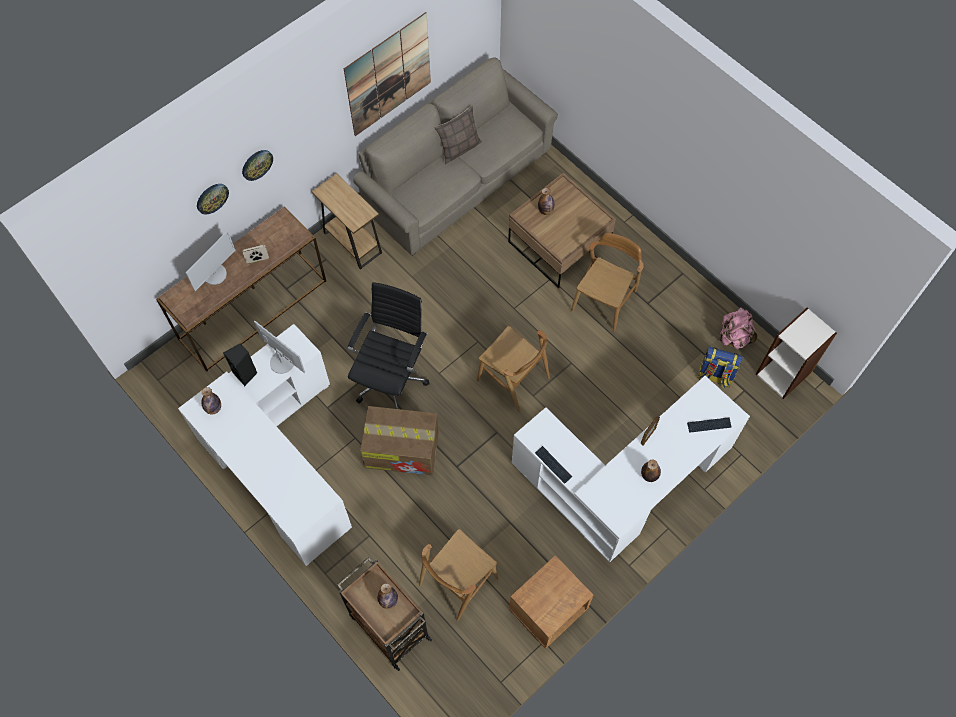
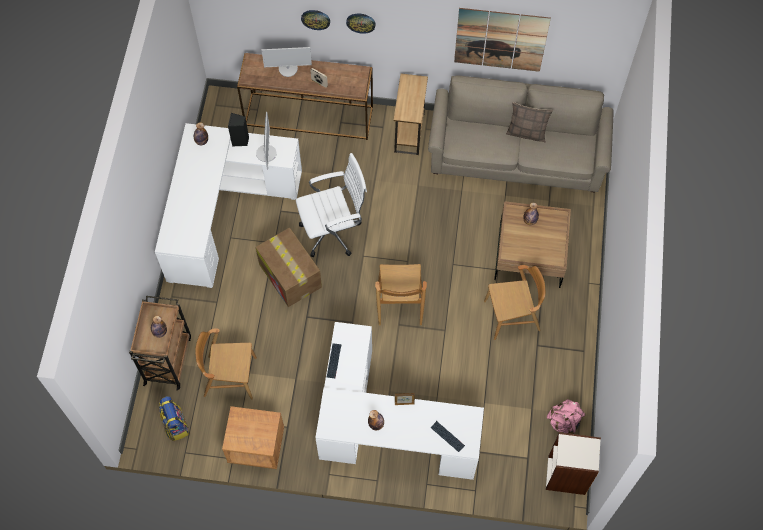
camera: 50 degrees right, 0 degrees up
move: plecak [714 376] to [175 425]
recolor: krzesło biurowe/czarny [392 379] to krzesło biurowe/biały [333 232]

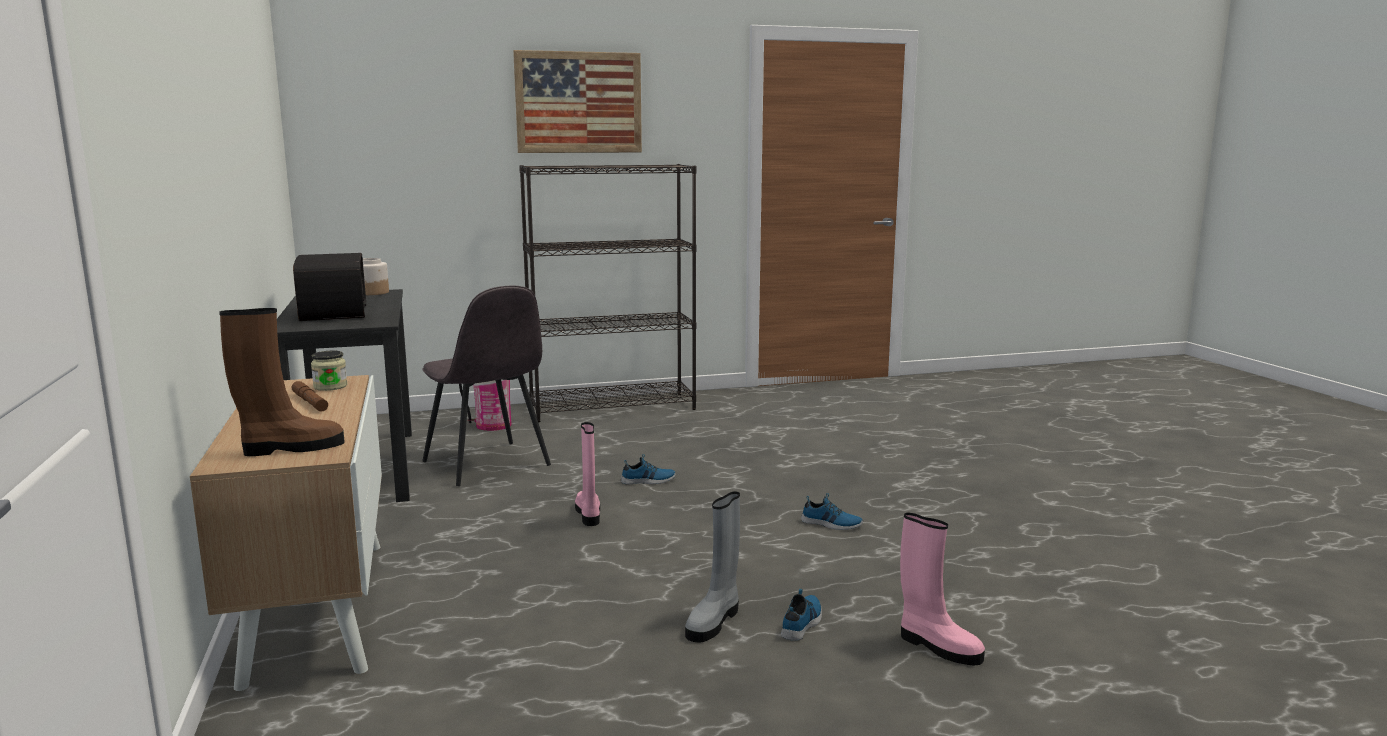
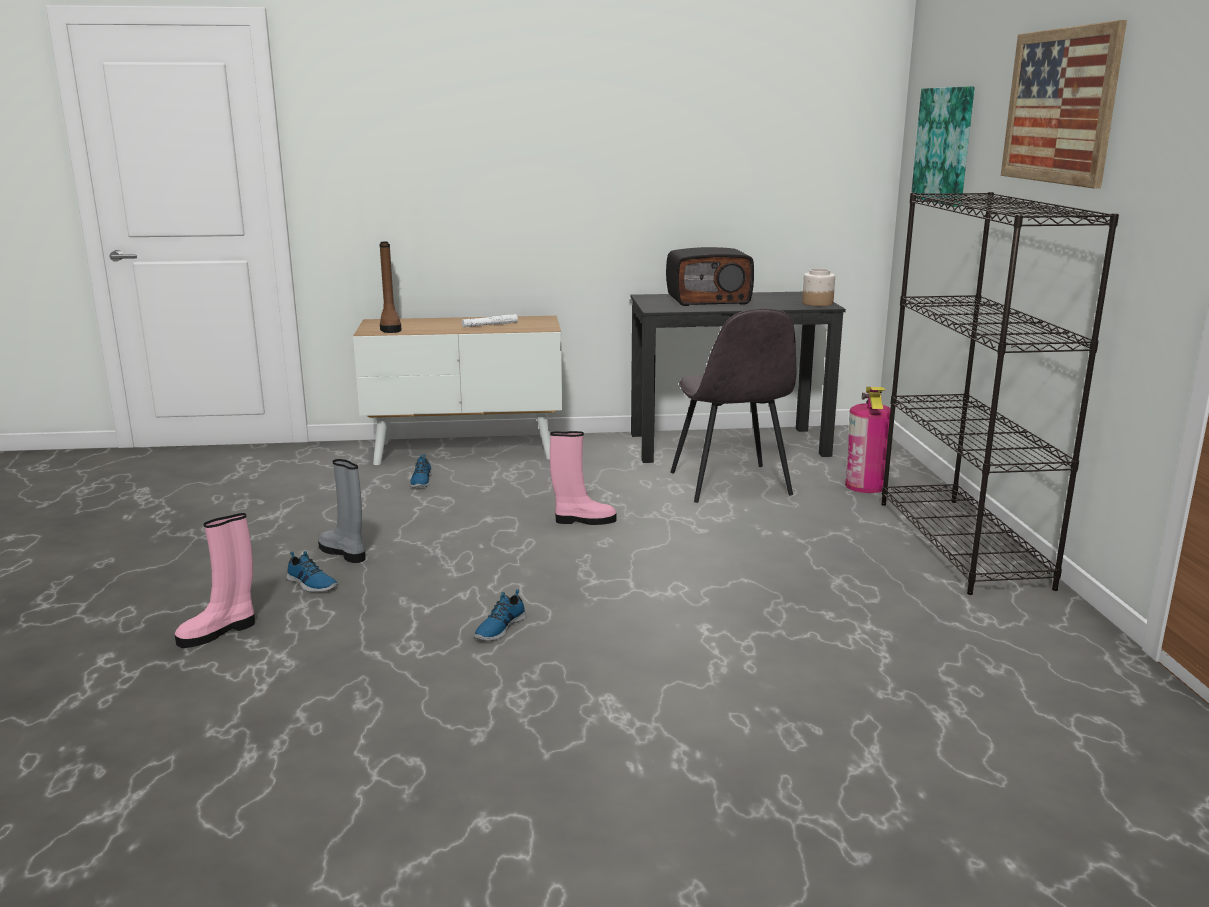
camera: 100 degrees right, 5 degrees up
delete: słoik [330 386]
insert: obraz [944 145]
move: but [648 481] to [421 481]
recolor: latarka/brązowy [310 402] to latarka/biały [490 325]
rotate: krzesło/szary [487 464] = [730 485] 75 degrees counterclockwise

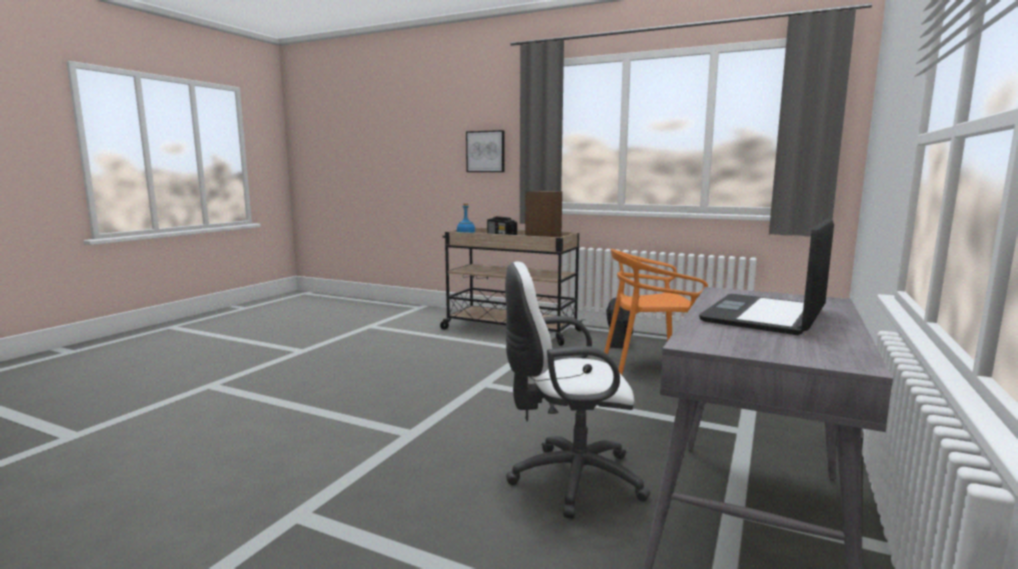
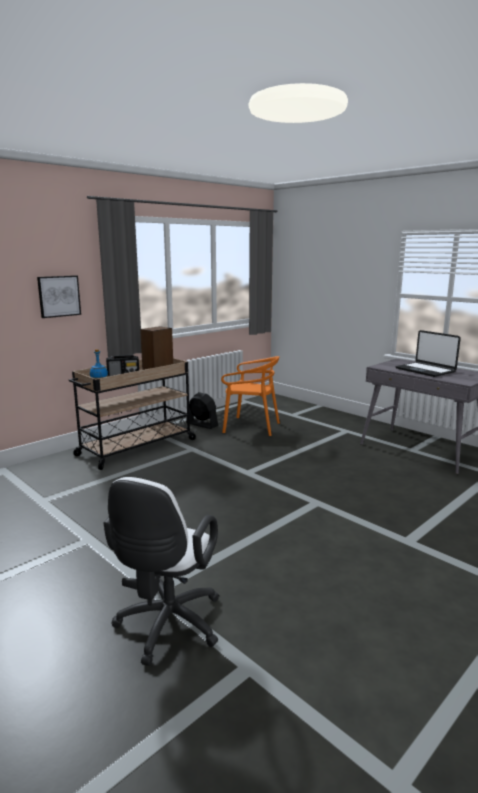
camera: 70 degrees left, 5 degrees up
move: krzesło biurowe/biały [569 479] to [166 627]
rotate: krzesło/pomarańczowy [649 365] = [251 427] 90 degrees counterclockwise

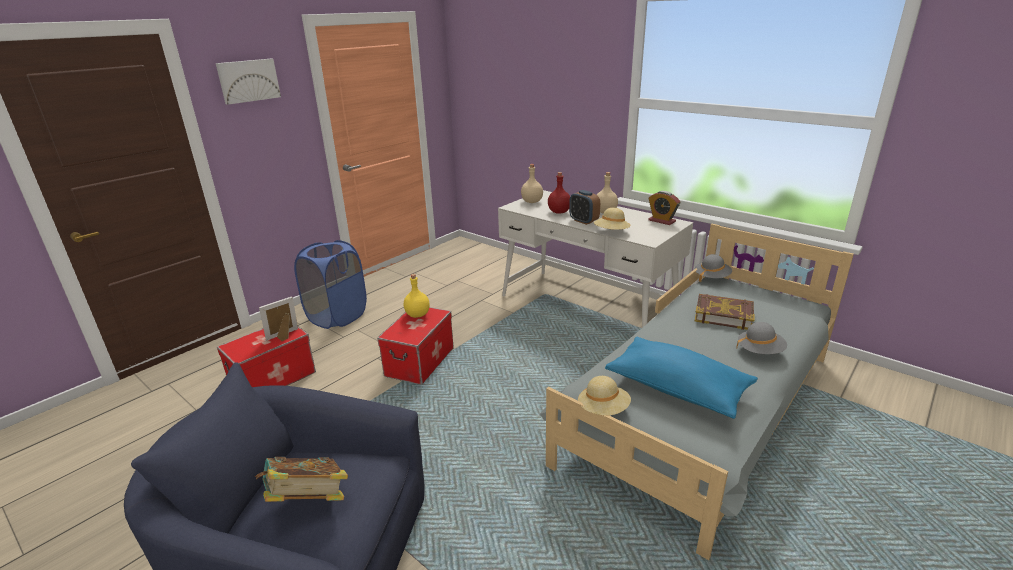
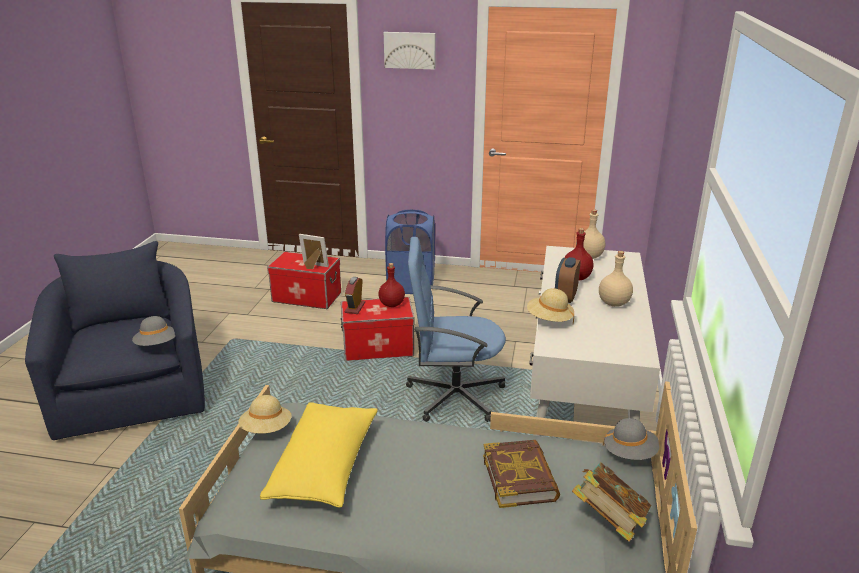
camera: 60 degrees right, 0 degrees up
insert: krzesło biurowe/niebieski [453 395]
move: kapelusz/szary [760 351] to [157 345]; budzik [662 221] to [355 307]; książka [307 501] to [608 521]
recolor: poduszka/niebieski [677 389] to poduszka/żółty [325 467]; butelka/żółty [417 314] to butelka/czerwony [392 304]

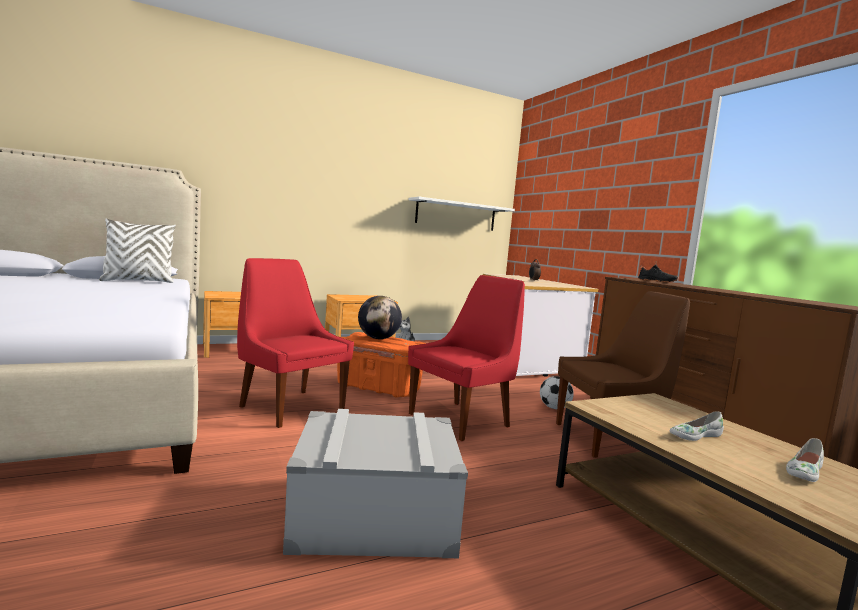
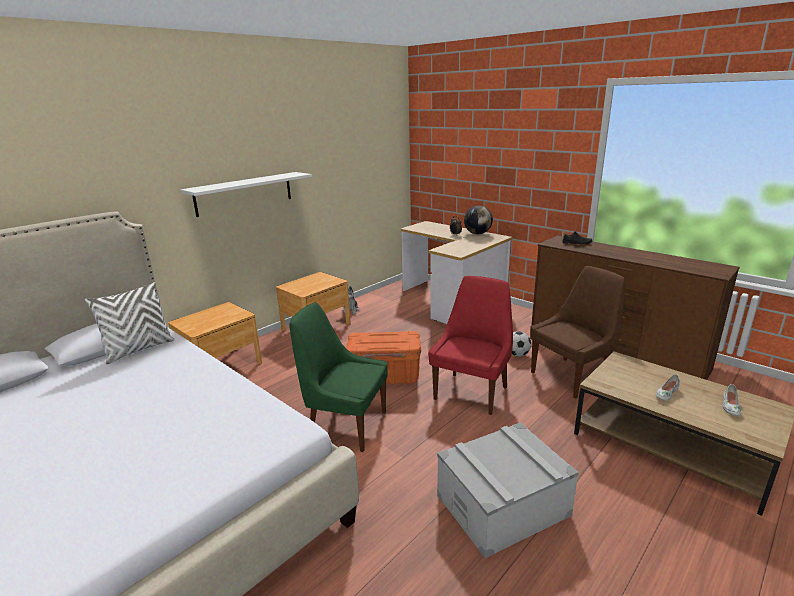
camera: 20 degrees left, 15 degrees up
move: półka/biały [456 215] to [244 193]; globus [378 338] to [477 233]
recolor: krzesło/czerwony [290 407] to krzesło/zielony [345 425]

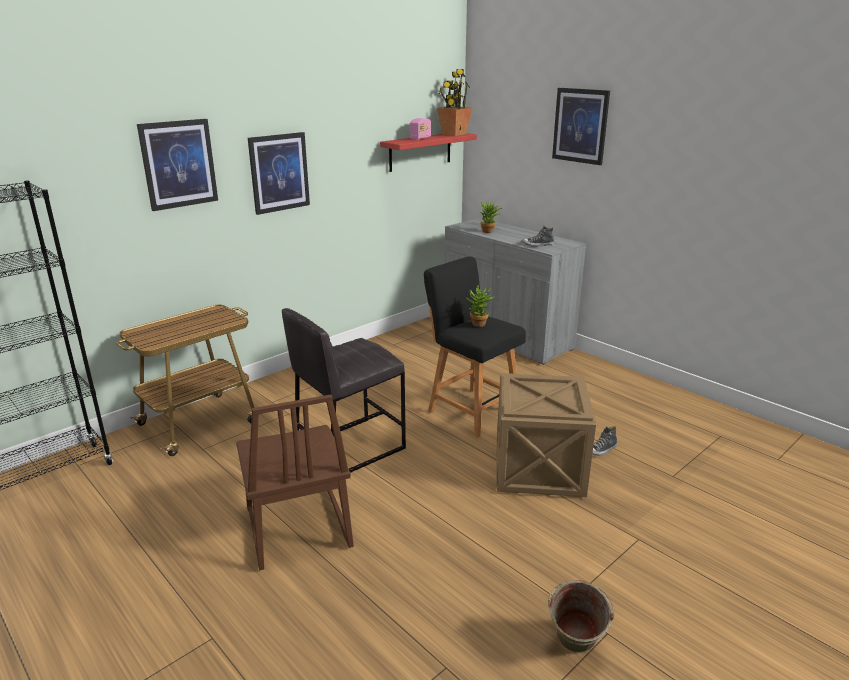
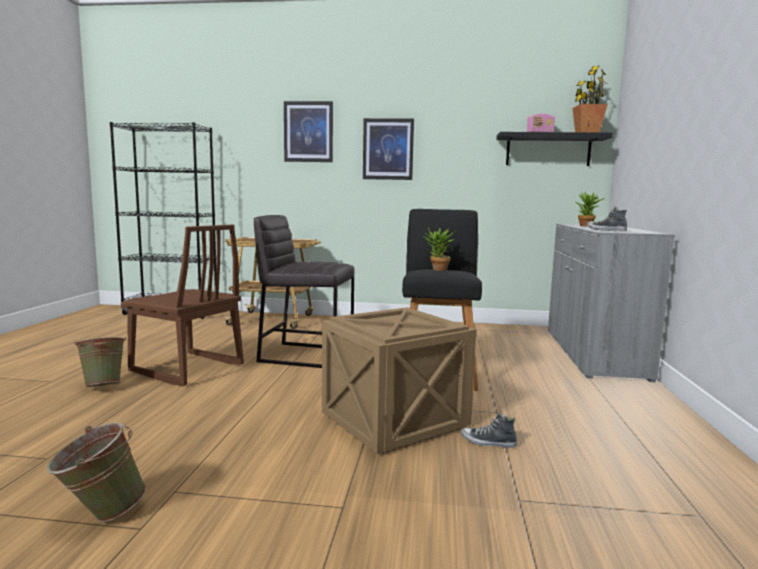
camera: 50 degrees right, 15 degrees down
delete: obraz [580 126]
insert: wiadro/zielony [104 385]
recolor: półka/czerwony [420 151] to półka/czarny [548 150]
rotate: krzesło/brązowy [297 529] = [186 369] 90 degrees counterclockwise

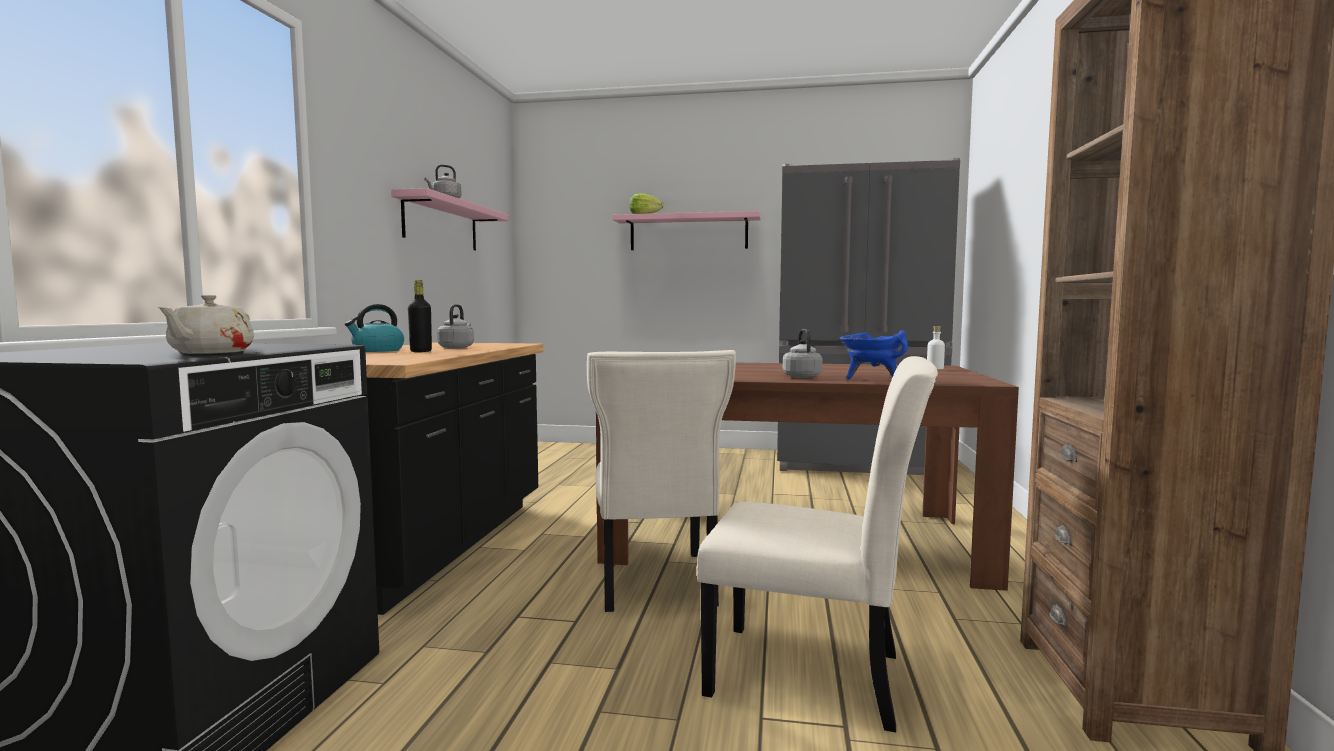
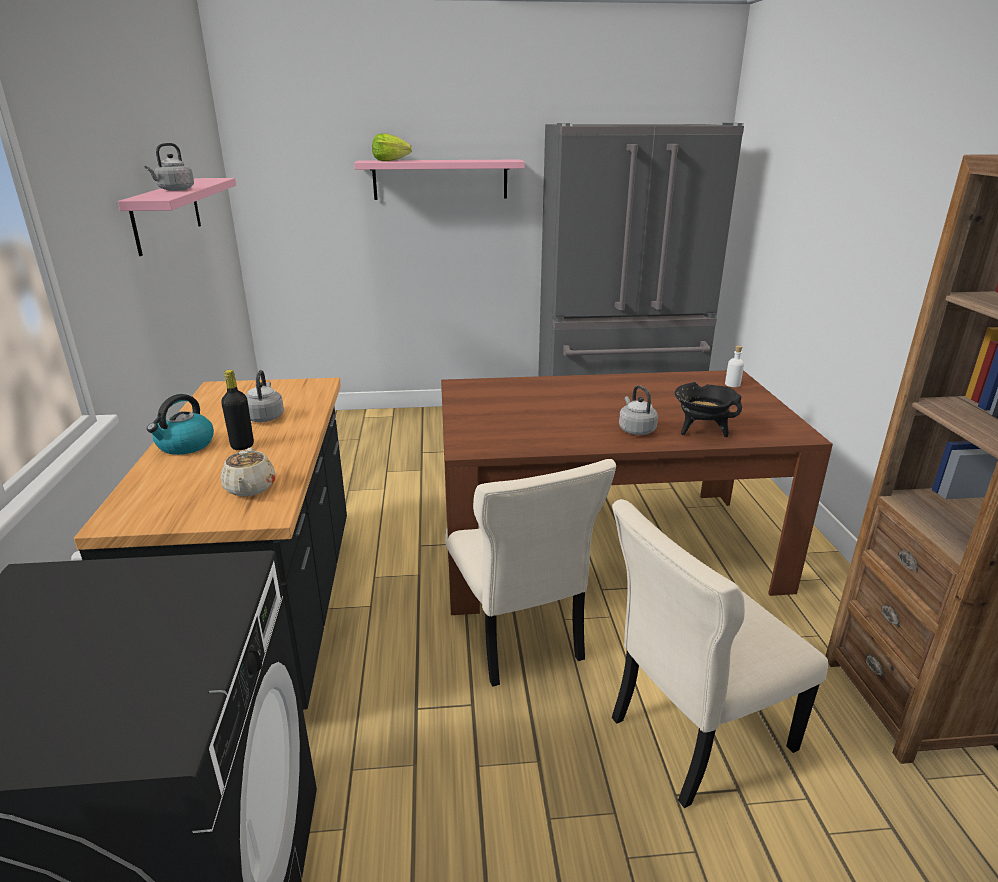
camera: 15 degrees left, 20 degrees up
move: imbryk/beżowy [210 353] to [250 488]
recolor: garnek/niebieski [872 379] to garnek/czarny [701 431]
rotate: krzesło/beżowy [814 676] = [695 735] 150 degrees clockwise

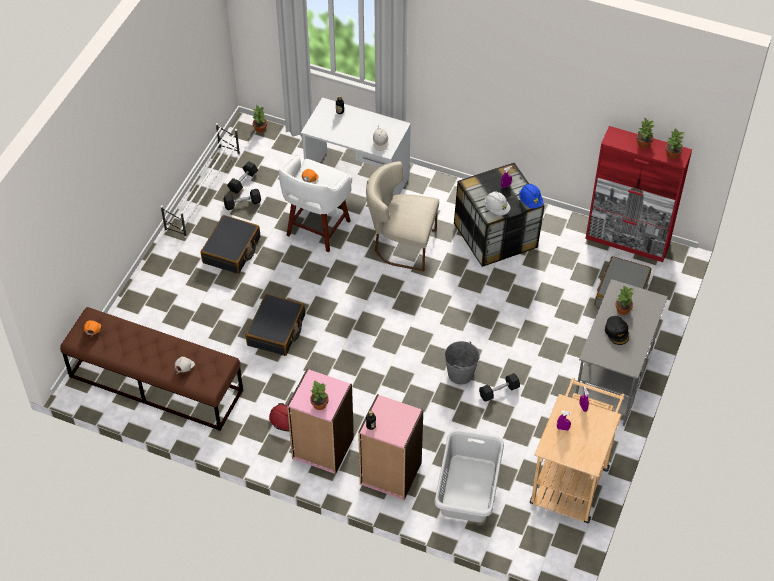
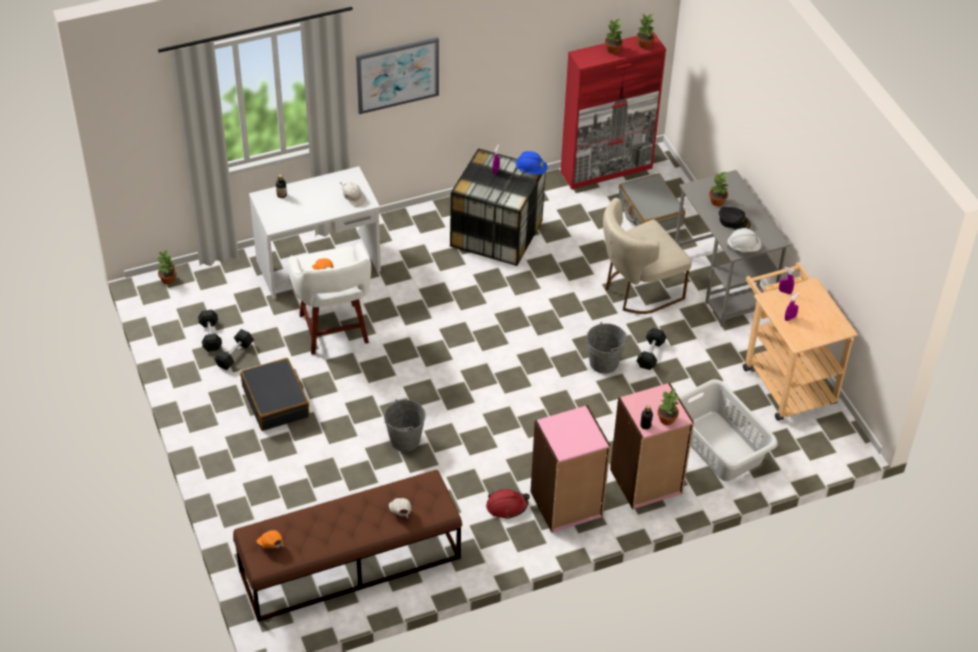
camera: 45 degrees left, 5 degrees down
delete: regał na buty/biały [203 191]
insert: obraz [397 75]
move: krzesło/beżowy [401 245] to [637 290]; roślina doniczkowa [319 404] to [666 419]; kask/biały [496 208] to [743 247]
replace: walizka/czarny [276 330] to wiadro/szary [405 440]

